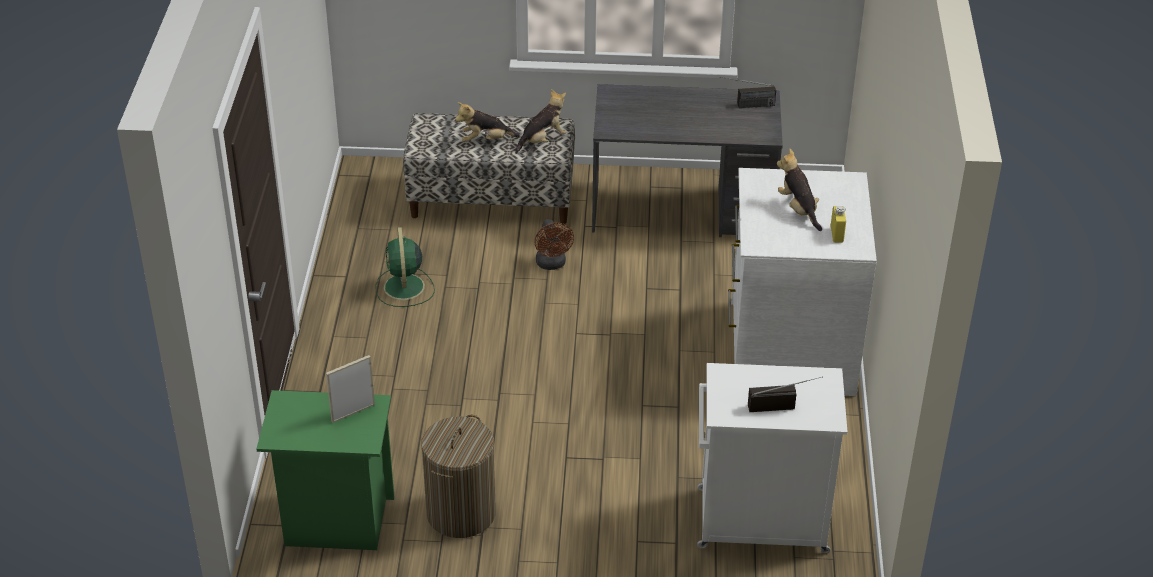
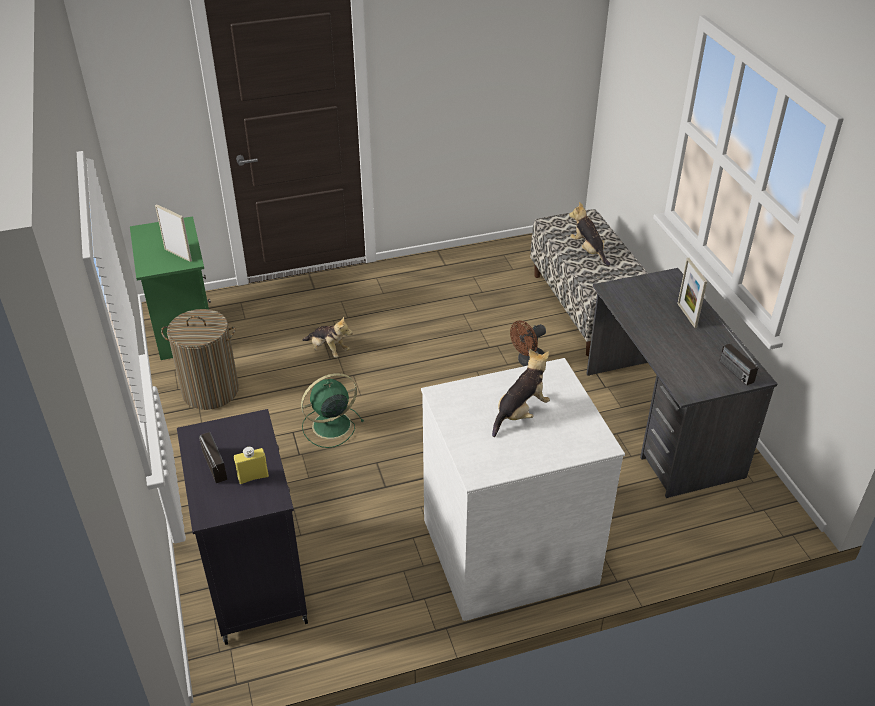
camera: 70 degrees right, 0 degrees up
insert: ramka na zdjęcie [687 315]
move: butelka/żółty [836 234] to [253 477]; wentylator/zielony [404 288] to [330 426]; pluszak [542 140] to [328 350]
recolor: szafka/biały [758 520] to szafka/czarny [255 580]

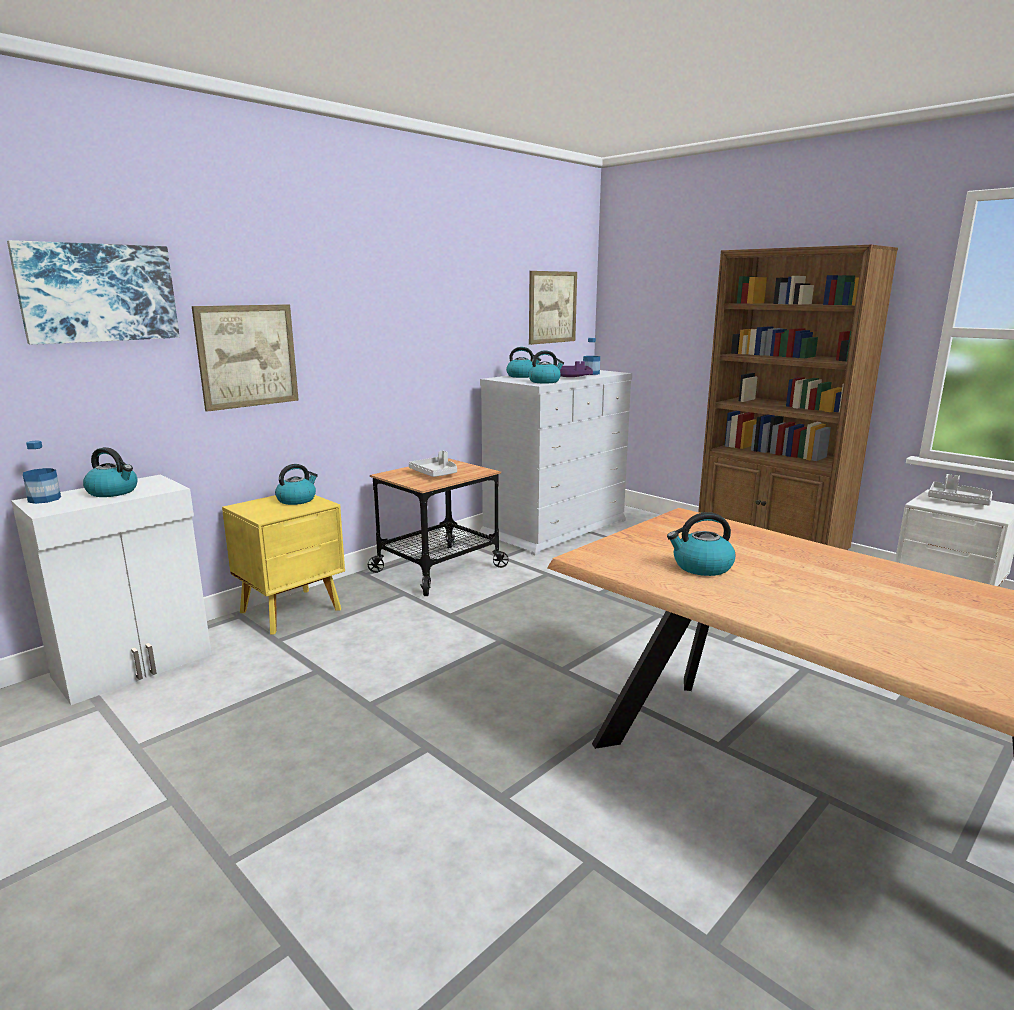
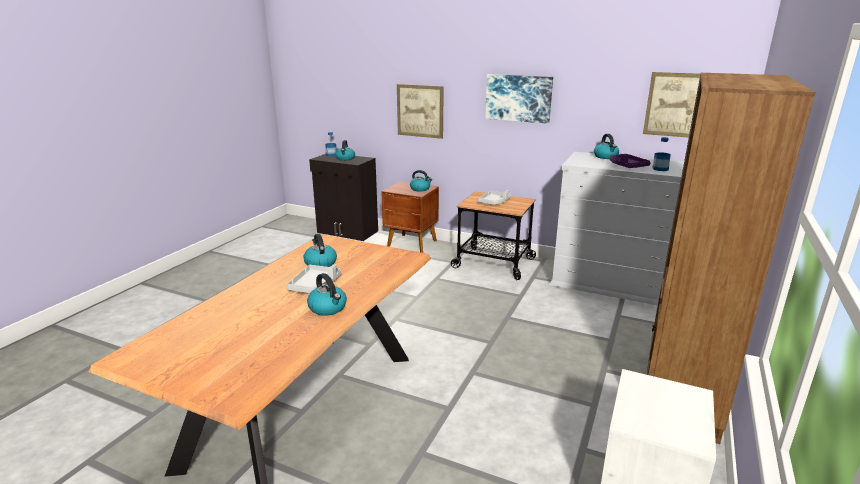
camera: 70 degrees right, 5 degrees up
move: taca/szary [957 501] to [315 285]; czajnik [545 381] to [328 308]; obraz [98 293] to [518 98]
recolor: szafka/biały [135 665] to szafka/czarny [347 232]; szafka nocna/żółty [293 611] to szafka nocna/brązowy [412 244]

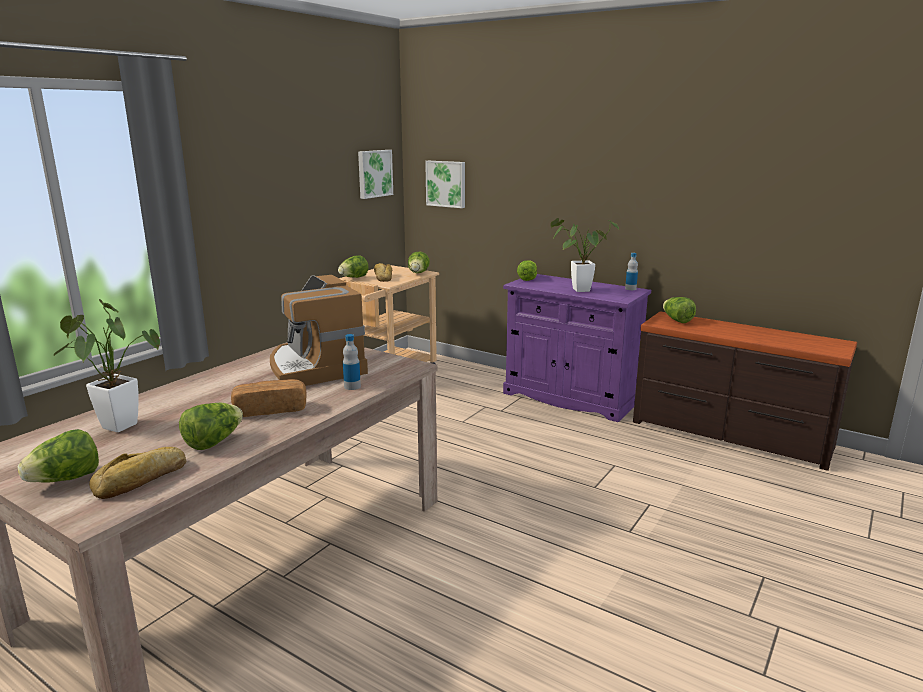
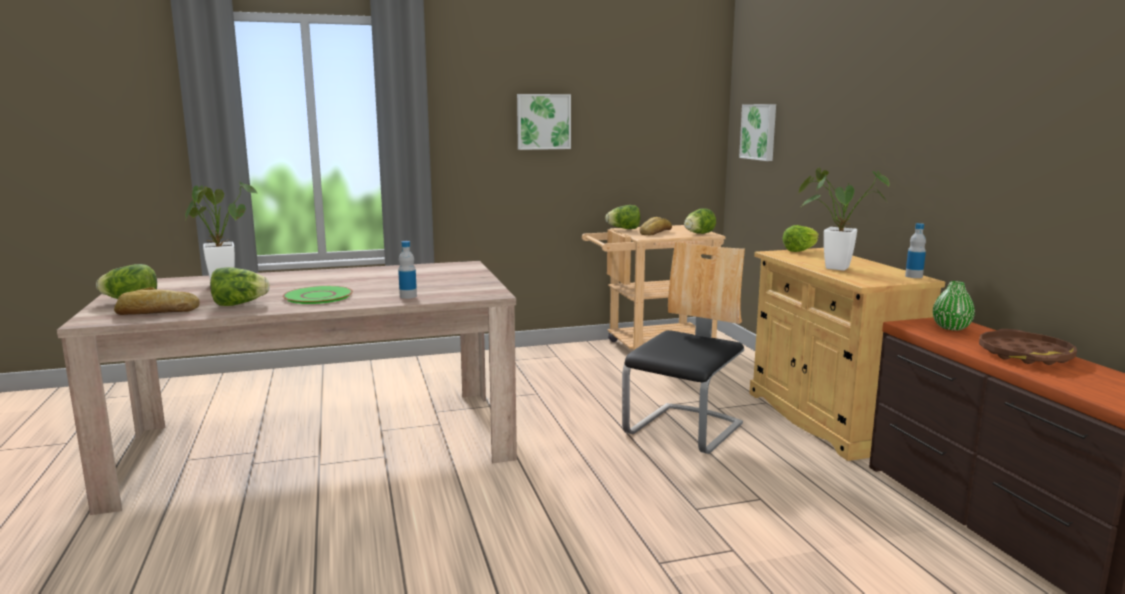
camera: 40 degrees right, 5 degrees down
delete: ekspres do kawy [315 367]
insert: krzesło [685 429]; taca/brązowy [1025 355]
move: obraz [374 173] to [543 121]
replace: chleb [270 410] to talerz/zielony [318 296]; sałata [677 320] to wazon/zielony [951 327]
recolor: szafka/fioletowy [570 397] to szafka/beżowy [828 419]

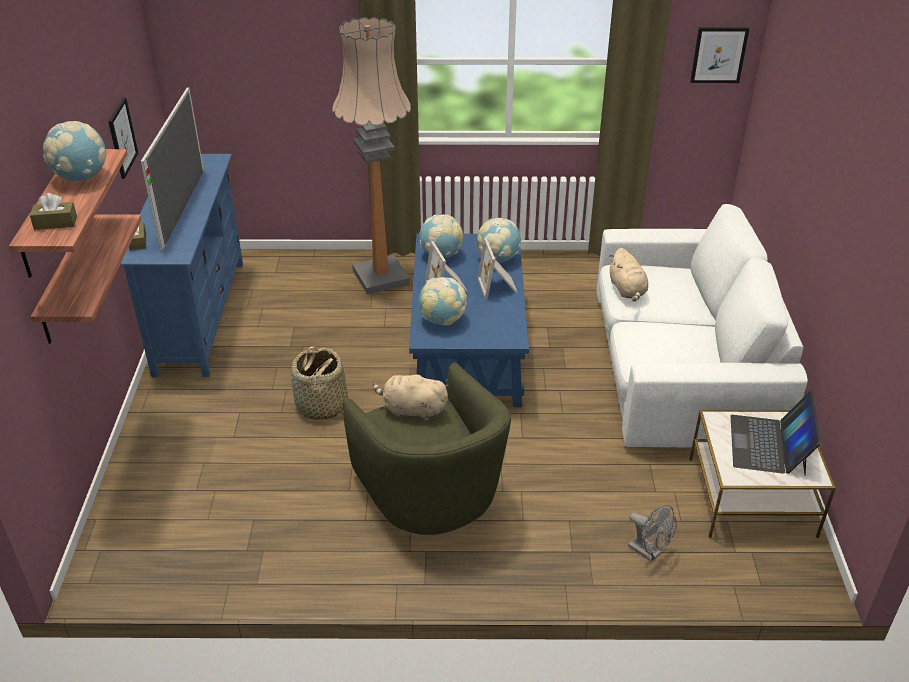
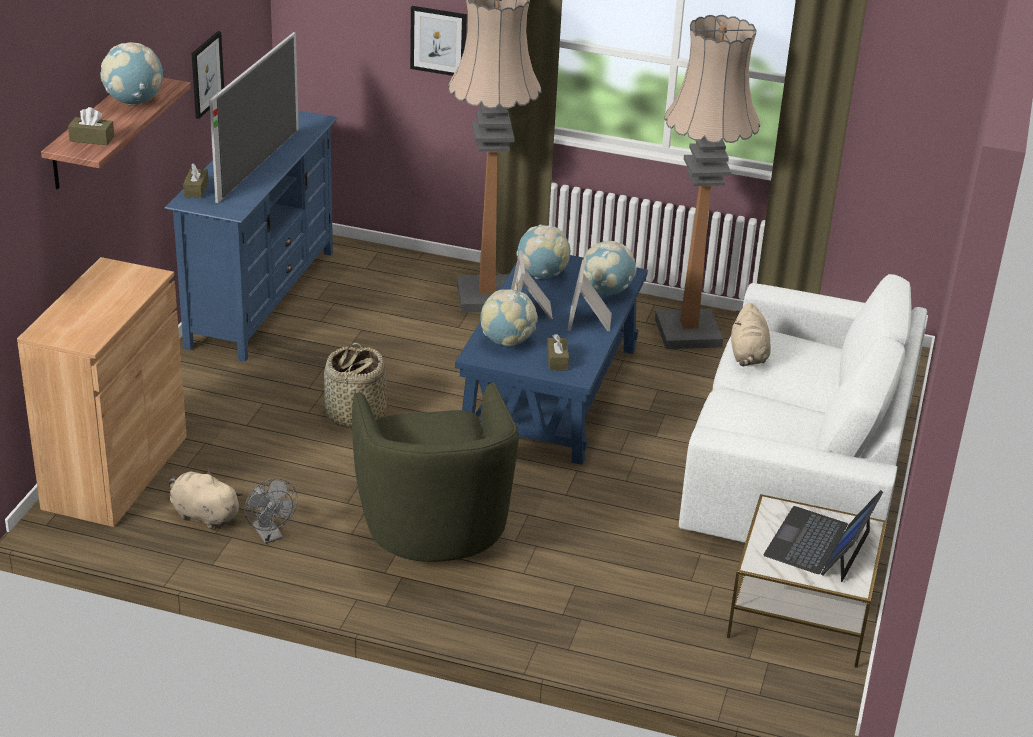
camera: 15 degrees right, 5 degrees down
delete: półka [66 280]
insert: szafka/brązowy [115 472]; pudełko chusteczek/brązowy [557 360]; lampa stojąca [688 332]
move: pluszak/beżowy [412 410] to [203 515]; wentylator/szary [649 552] to [270 535]; obraz [718 55] to [438 41]

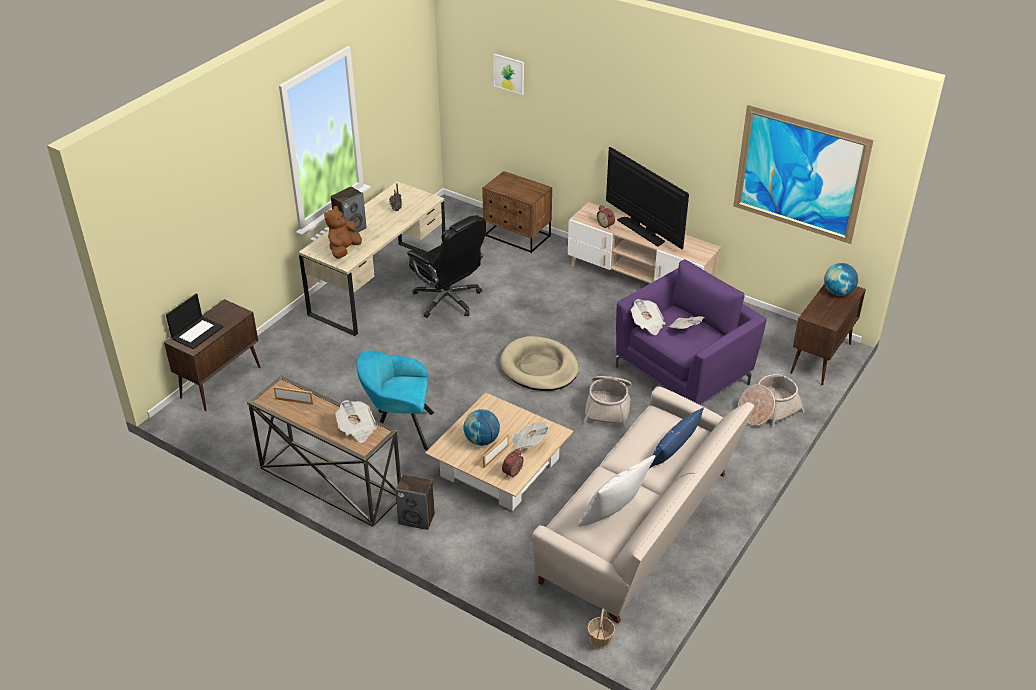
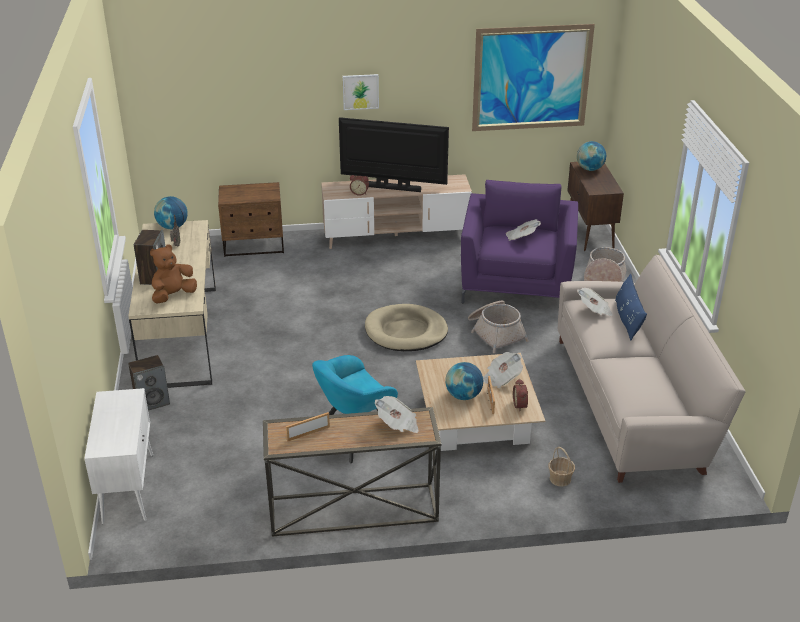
camera: 40 degrees left, 5 degrees down
delete: laptop [197 332]; krzesło biurowe/czarny [448 300]; poduszka/biały [613 514]
insert: globus [172 227]
move: głośnik [417 519] to [152 402]; obraz [509 73] to [360 91]; koszyk [600 639] to [560 479]; gazeta [647 324] to [594 311]
recolor: szafka/brązowy [221 382] to szafka/biały [128 487]
rotate: pluszak/brązowy [344 250] = [173 296] 60 degrees clockwise

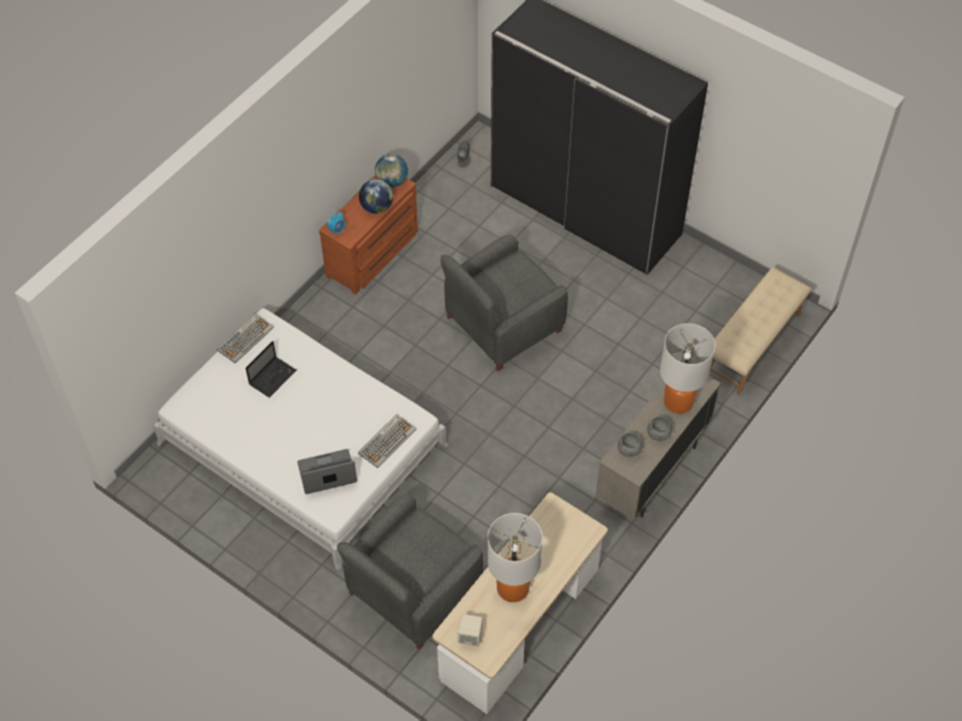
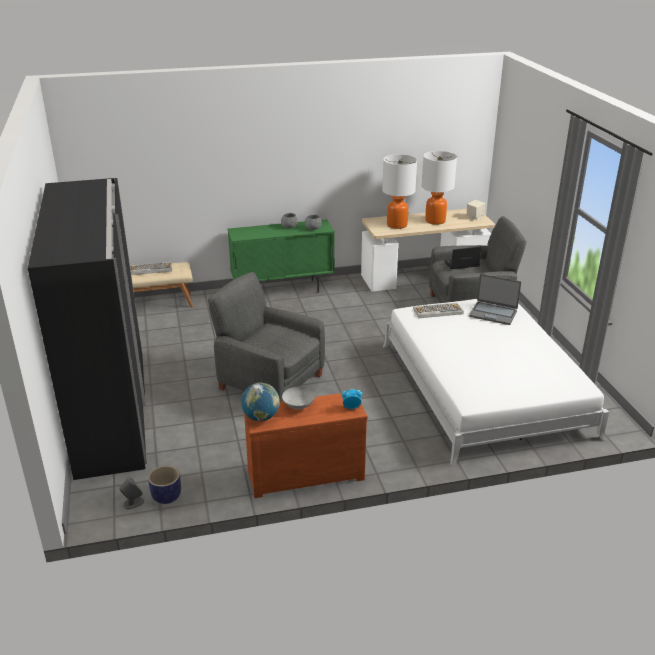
camera: 140 degrees left, 25 degrees down
insert: donica [166 497]
move: klawiatura [245 338] to [150 269]; lampa stołowa [678 401] to [397 225]; laptop [273 377] to [461 264]
replace: globus [376 207] to miska/szary [298 406]
recolor: szafka/beżowy [651 472] to szafka/zielony [283 290]
rotate: fotel/szary [502 324] = [269 381] 150 degrees counterclockwise

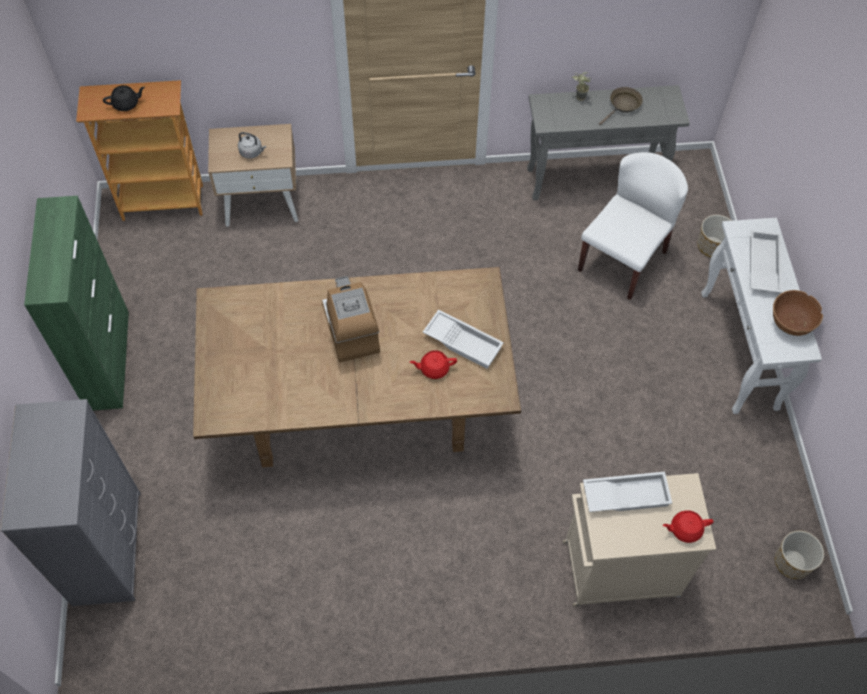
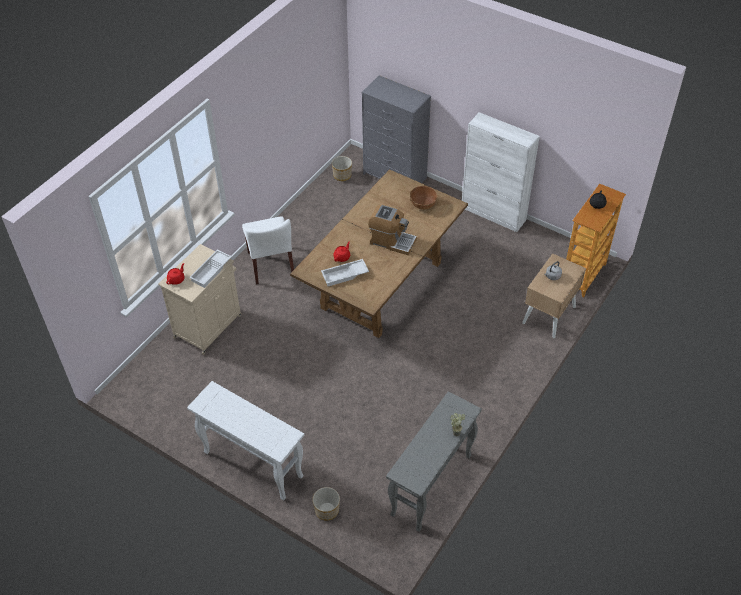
camera: 130 degrees right, 10 degrees down
delete: patelnia/brązowy [623 105]; taca/biały [762 265]
move: krzesło/biały [622 260] to [271 264]; donica [792 562] to [342 175]; miska/brązowy [791 322] to [423 204]
recolor: szafka/zielony [108 359] to szafka/biały [493 214]

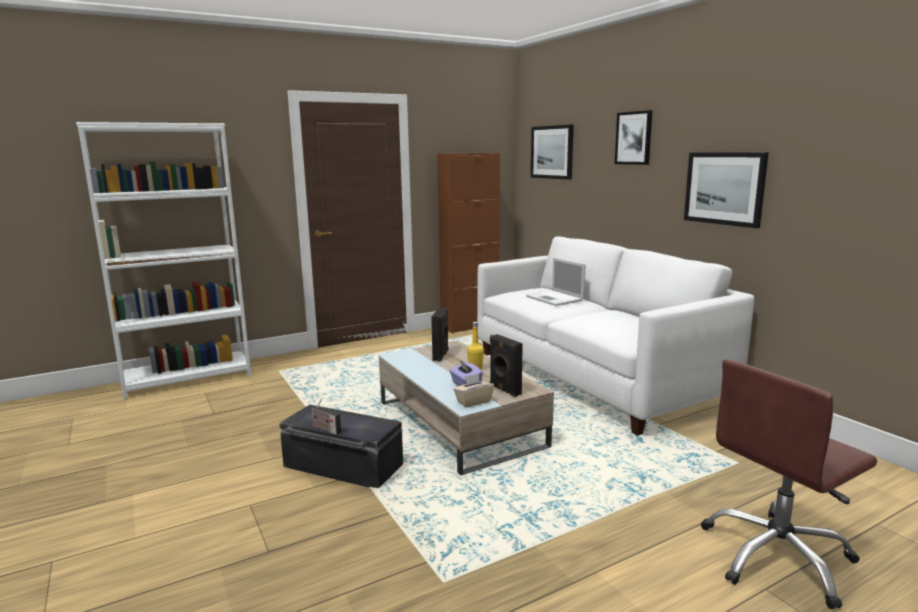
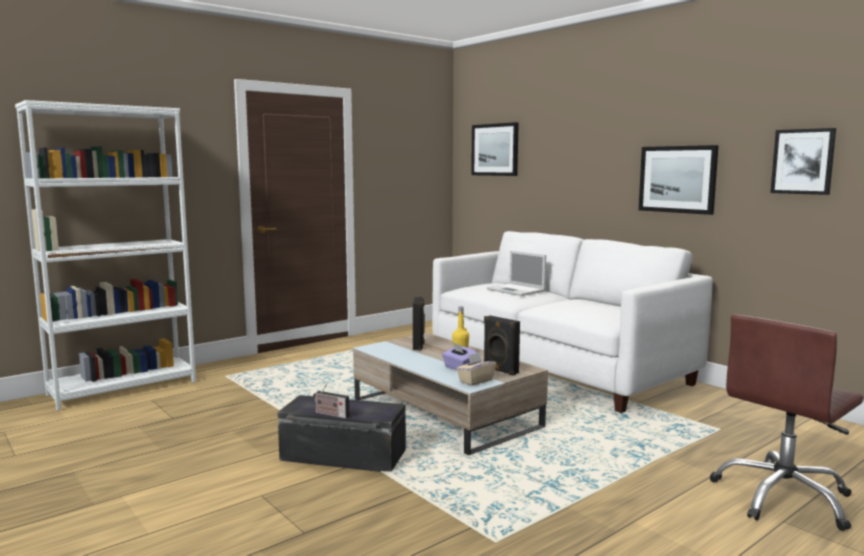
camera: 10 degrees left, 5 degrees down
delete: szafka/brązowy [470 326]
move: obraz [634 138] to [803 161]

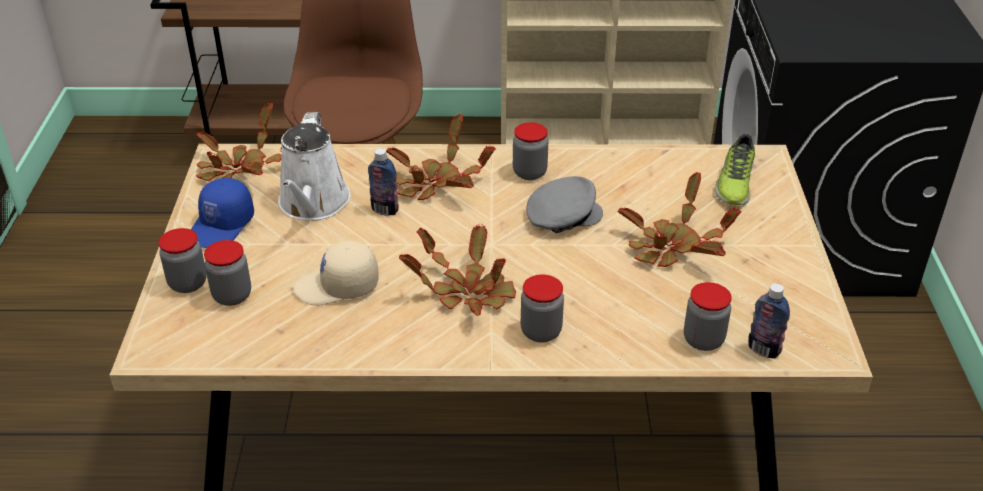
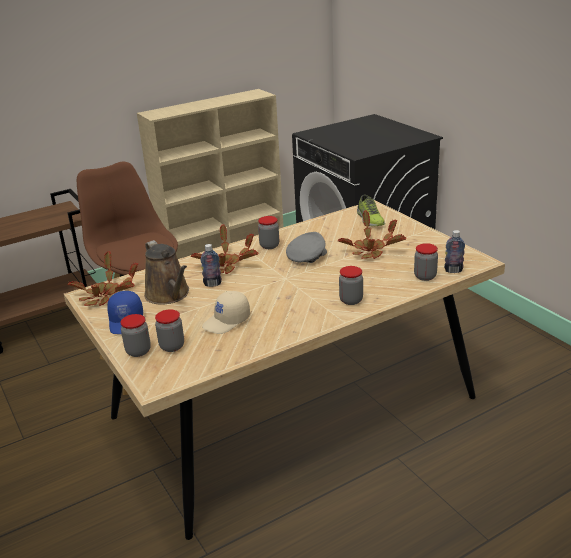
camera: 30 degrees left, 10 degrees down
delete: roślina doniczkowa [467 291]
recolor: konewka/biały [313 204] to konewka/brązowy [169 295]

